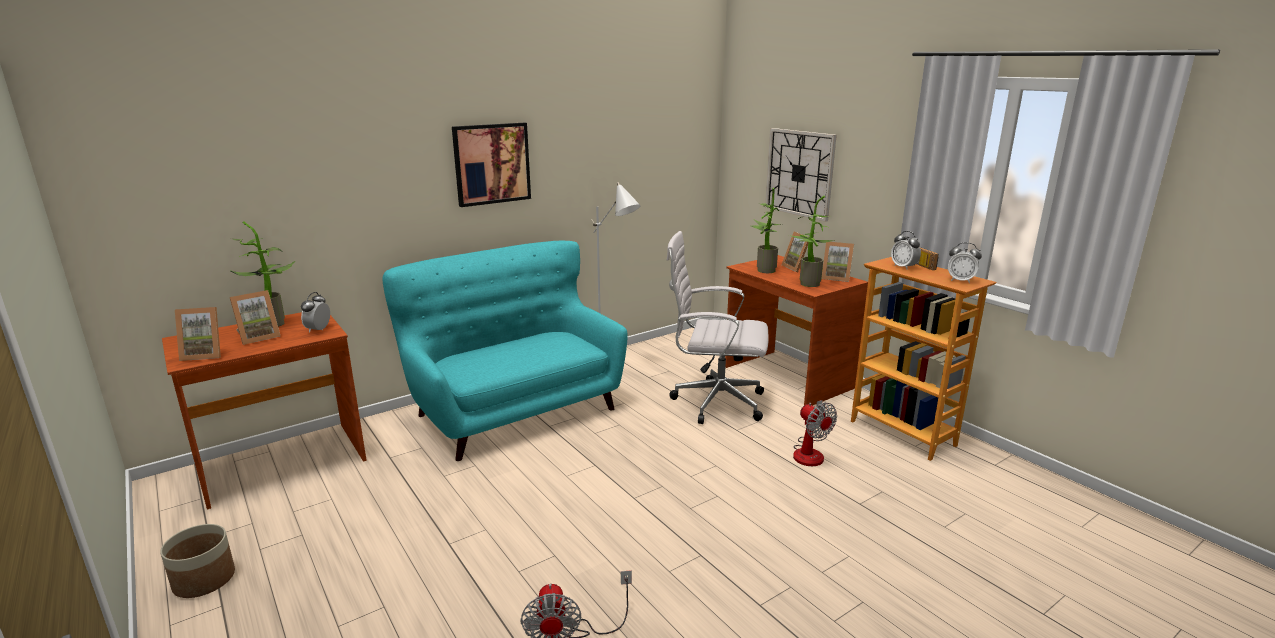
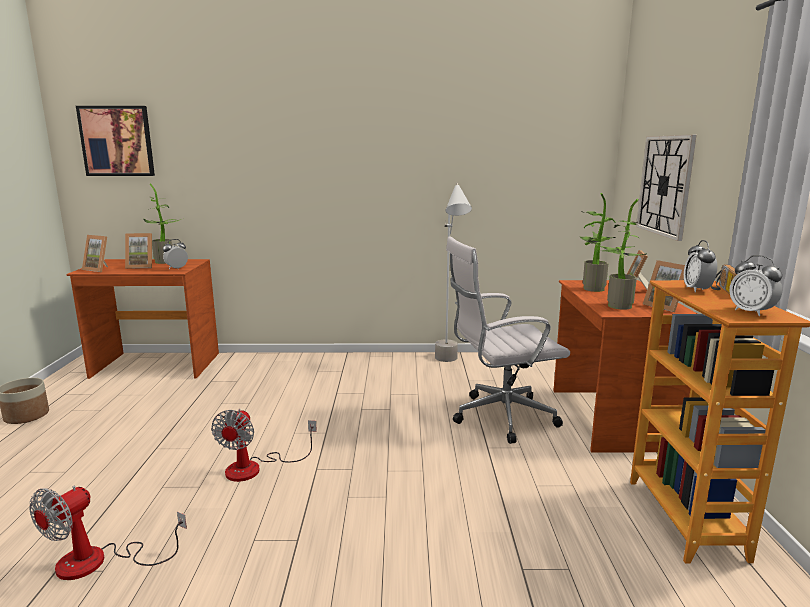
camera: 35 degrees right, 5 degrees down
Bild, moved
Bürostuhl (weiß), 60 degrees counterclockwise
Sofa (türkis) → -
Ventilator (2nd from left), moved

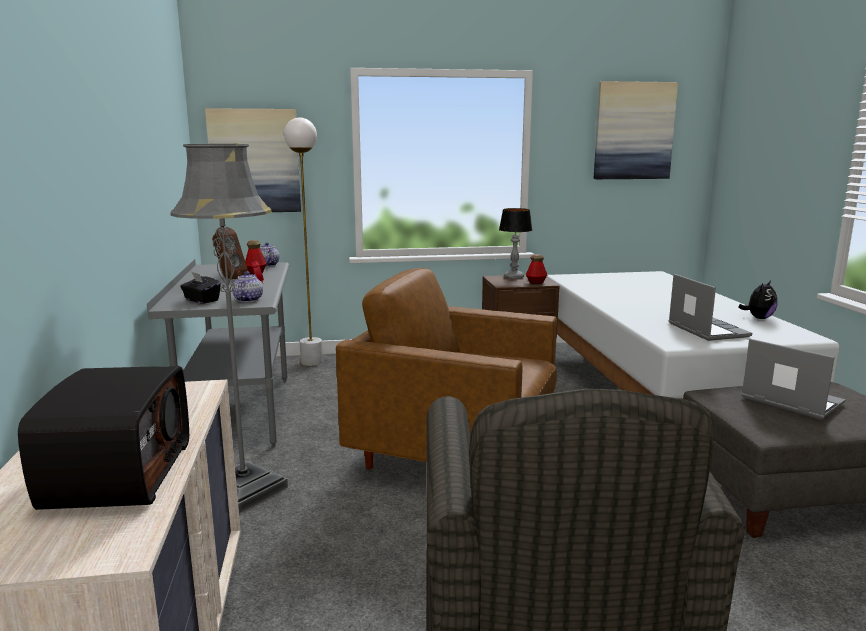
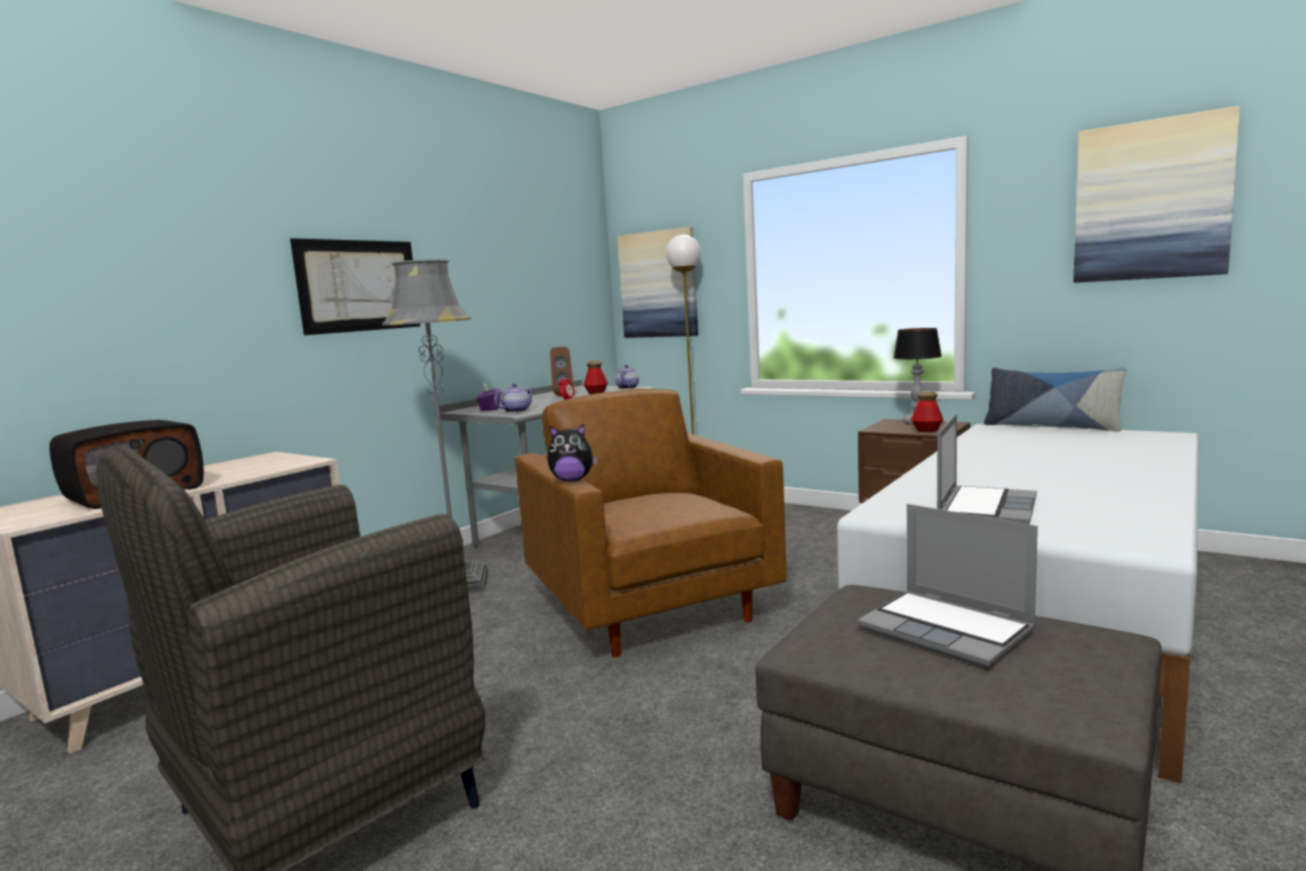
camera: 45 degrees right, 5 degrees down
Taschentuchbox (schwarz) → Taschentuchbox (lila)
Plüschtier, moved
Laptop (2nd from left in the first image) → Laptop (1st from left), 135 degrees clockwise
- → Bild (1st from left)
- → Kissen

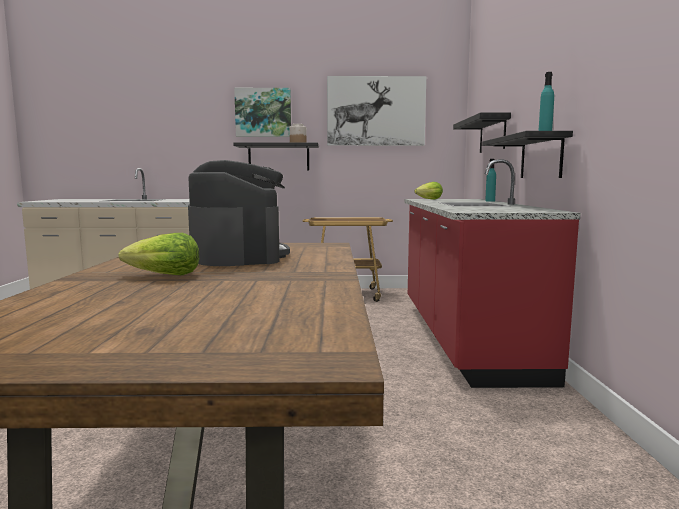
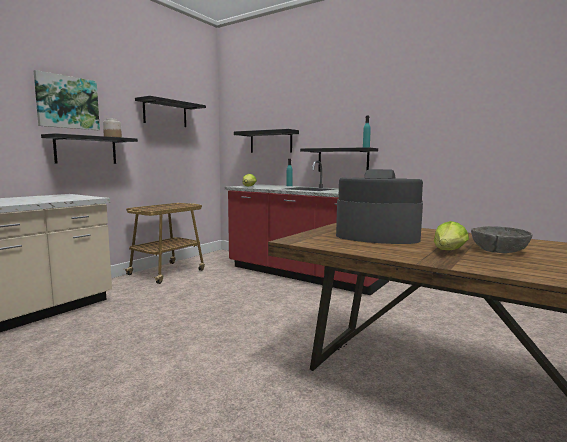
camera: 55 degrees left, 0 degrees up
Bild (2nd from left) → Wandregal (schwarz) (2nd from left)
- → Schüssel (grau)

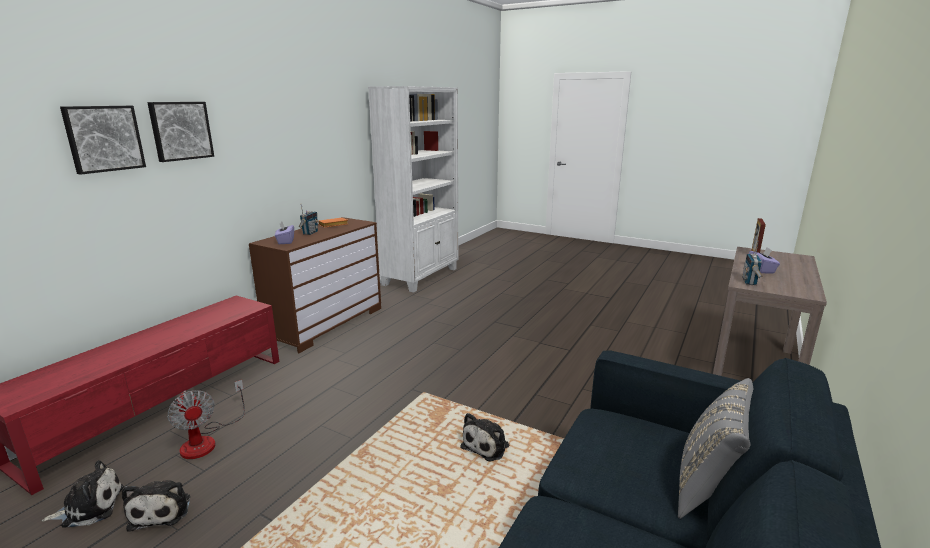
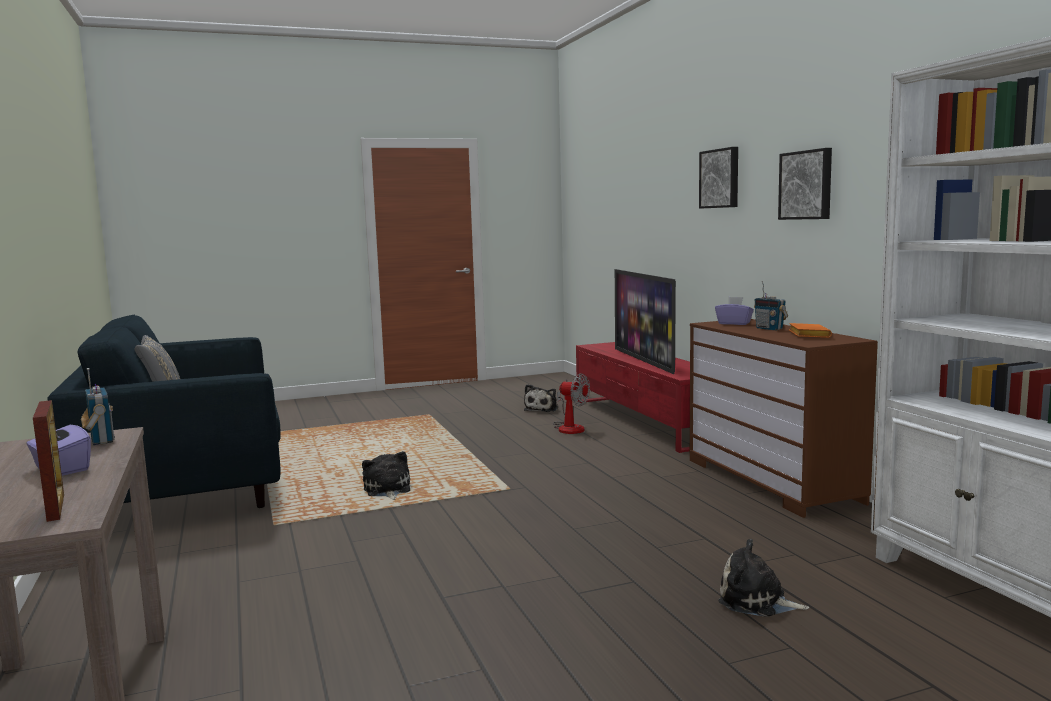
camera: 130 degrees right, 10 degrees down
Bild (1st from left in the first image) → Bild (2nd from left), moved
Ventilator, 150 degrees counterclockwise
Plüschtier (2nd from left in the first image) → Plüschtier (3rd from left), moved
- → Fernseher

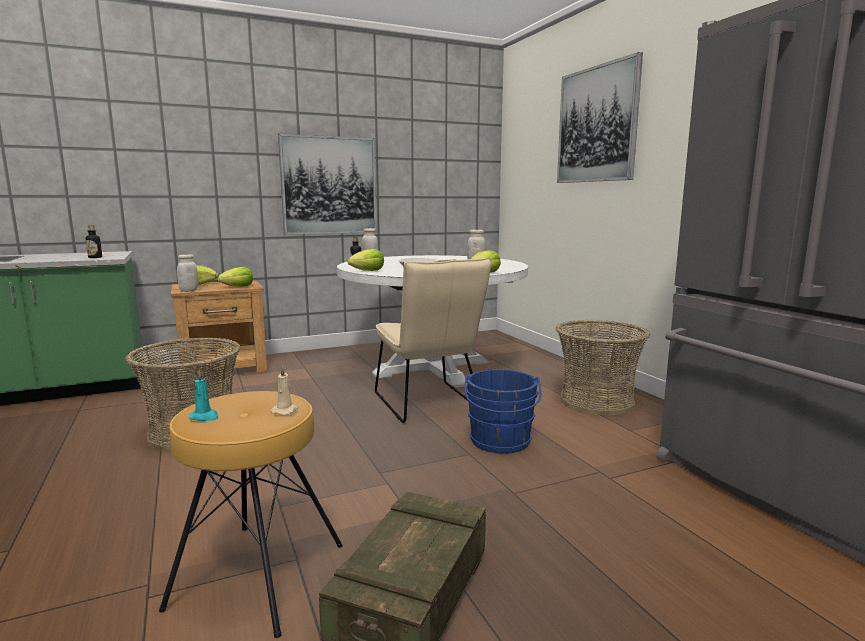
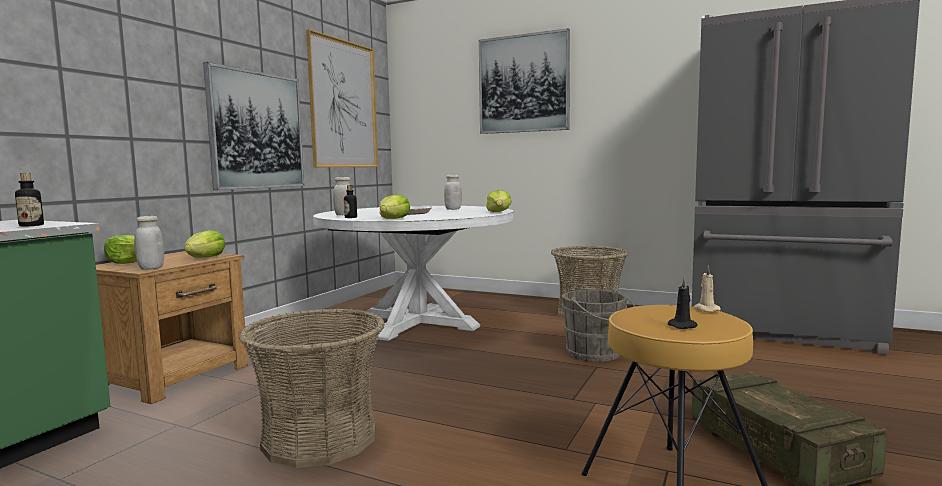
camera: 40 degrees left, 5 degrees down
Stuhl (beige) → -
Eimer (blau) → Eimer (grau)
Kerze (türkis) → Kerze (schwarz)
- → Bild (2nd from left)

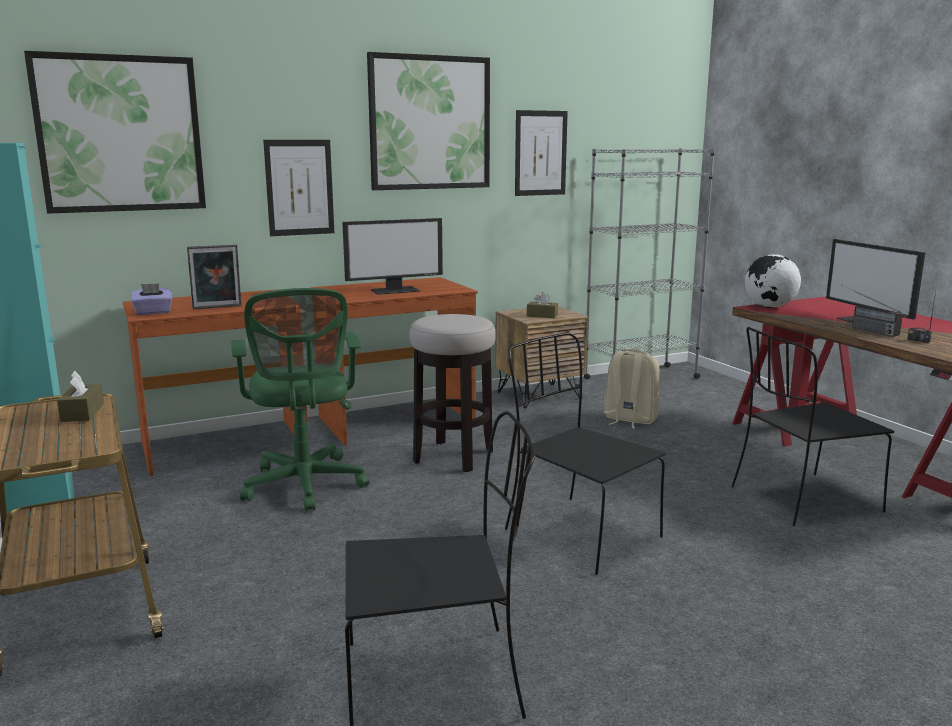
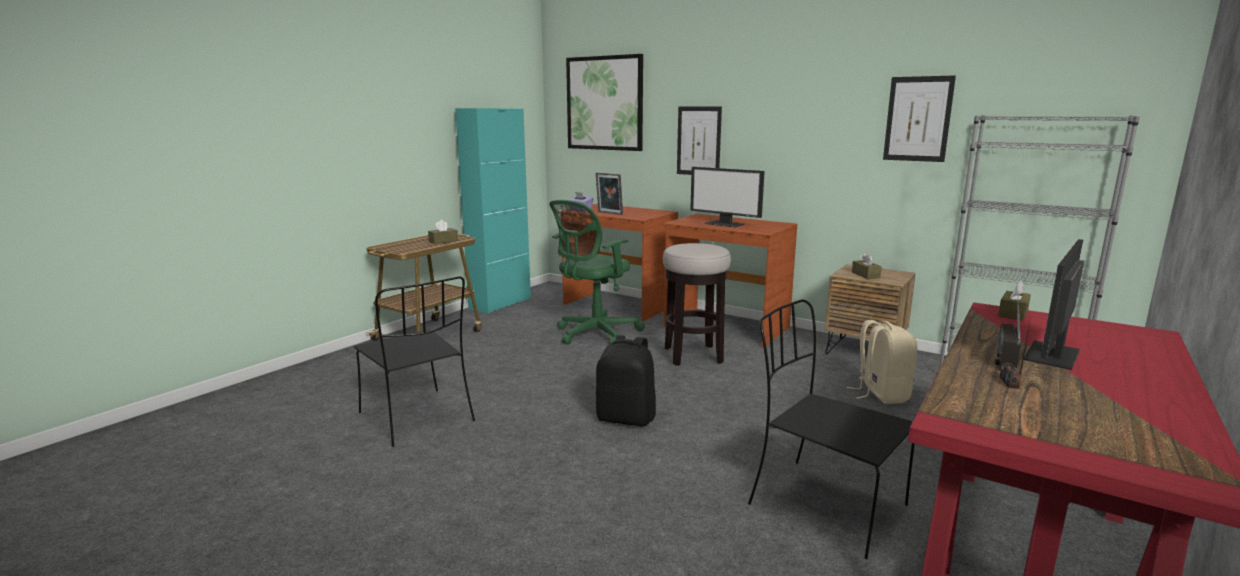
camera: 60 degrees right, 0 degrees up
Bild (3rd from left) → -
Globus → Taschentuchbox (braun) (3rd from left)
Stuhl (schwarz) (2nd from left) → Rucksack (schwarz)

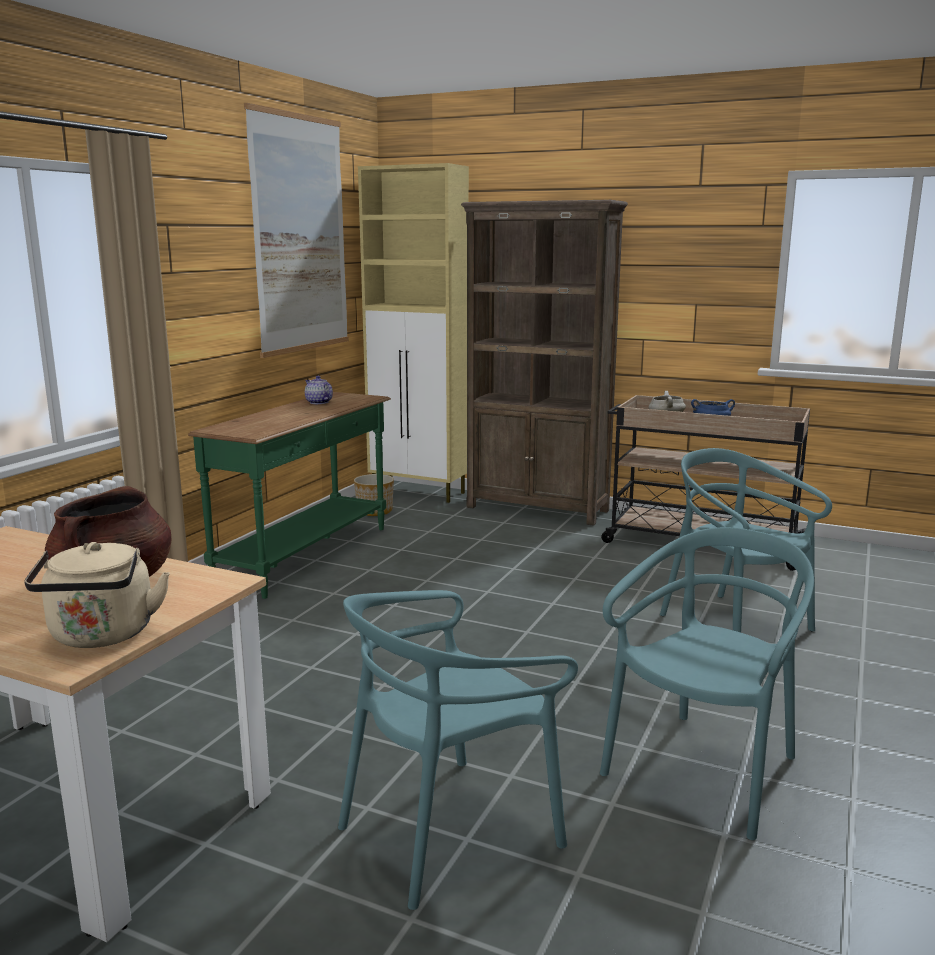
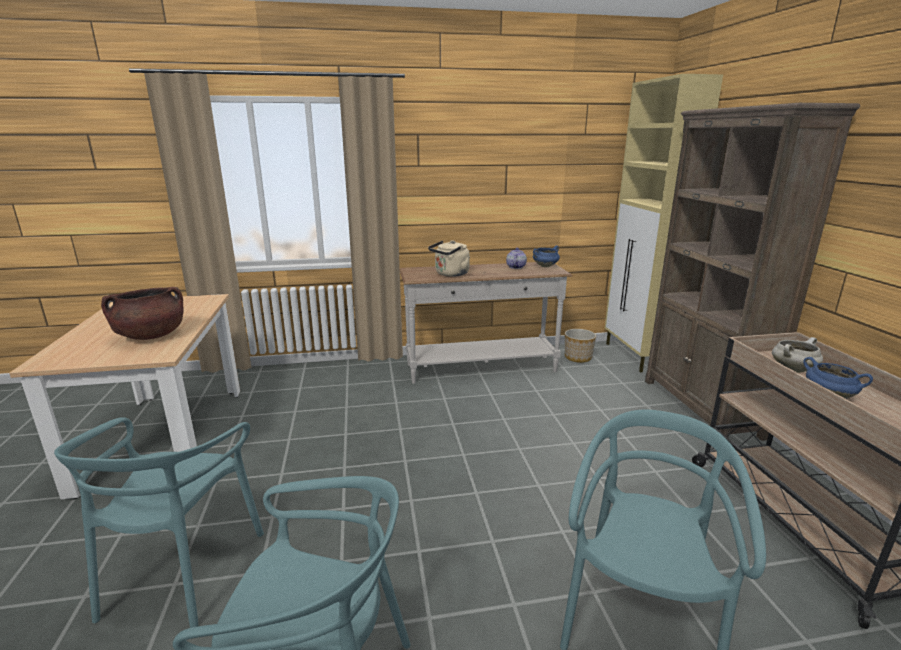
camera: 55 degrees right, 5 degrees up
Bild → -
Konsolentisch (grün) → Konsolentisch (weiß)
Wasserkessel (beige), moved
Stuhl (türkis) (1st from left), 105 degrees counterclockwise
- → Kochtopf (blau) (1st from left)

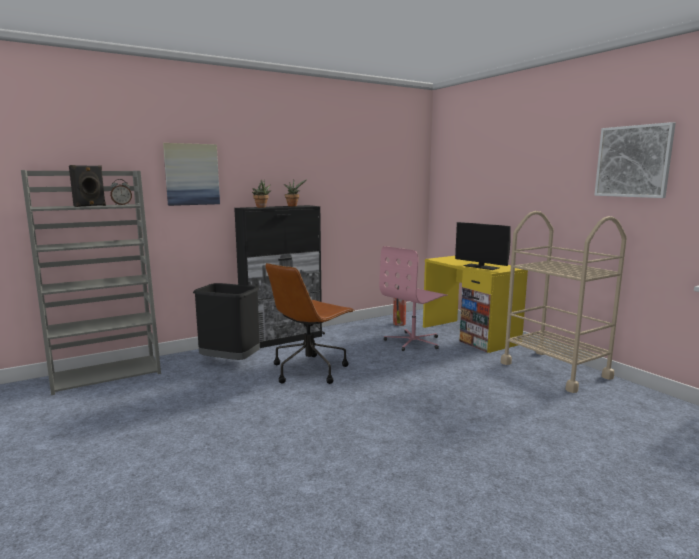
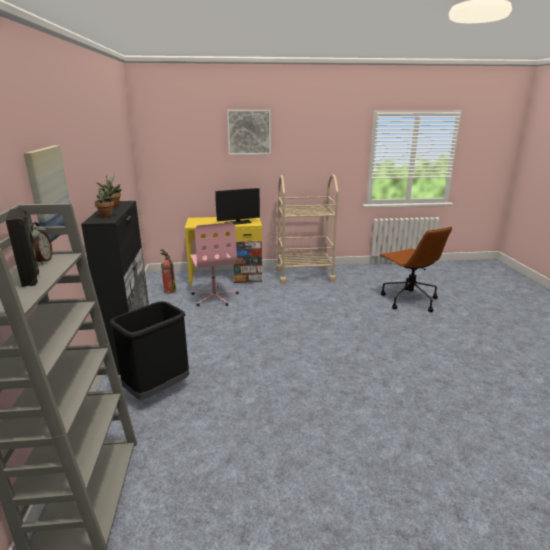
camera: 65 degrees left, 10 degrees up
Bild (2nd from left), moved
Bürostuhl (braun), moved

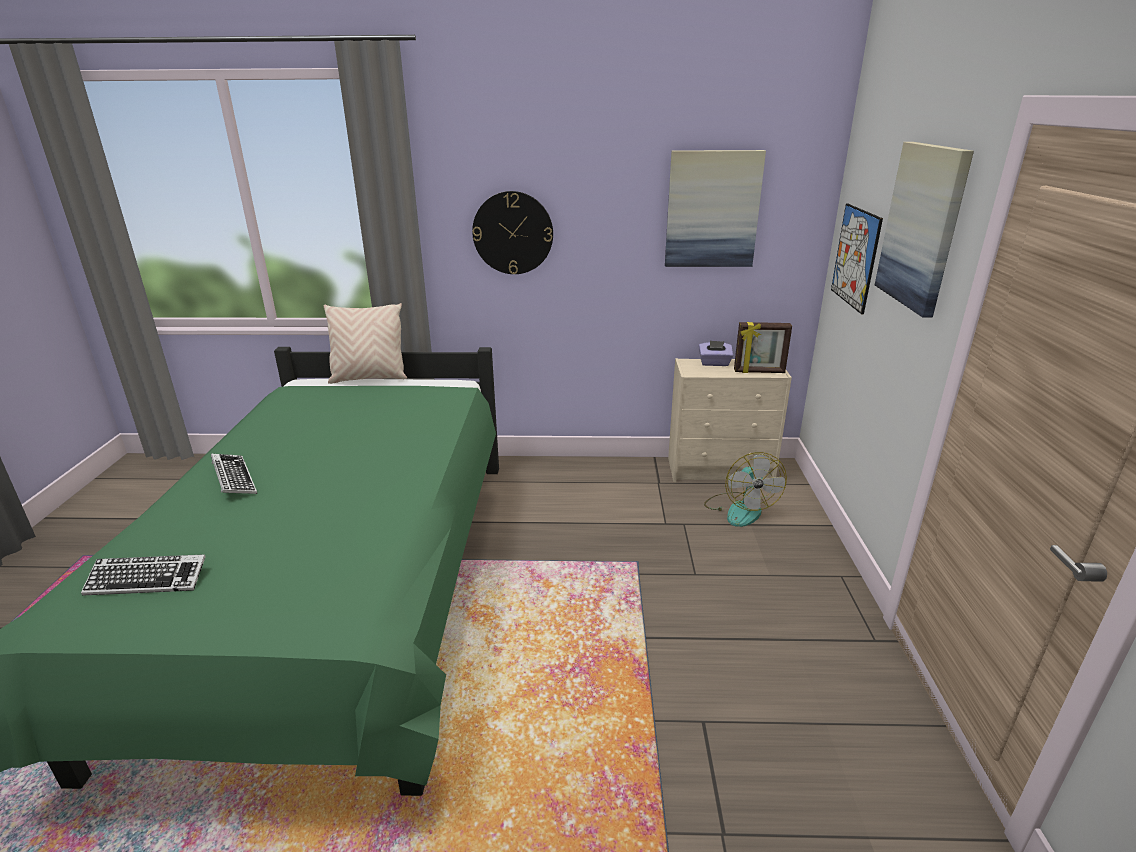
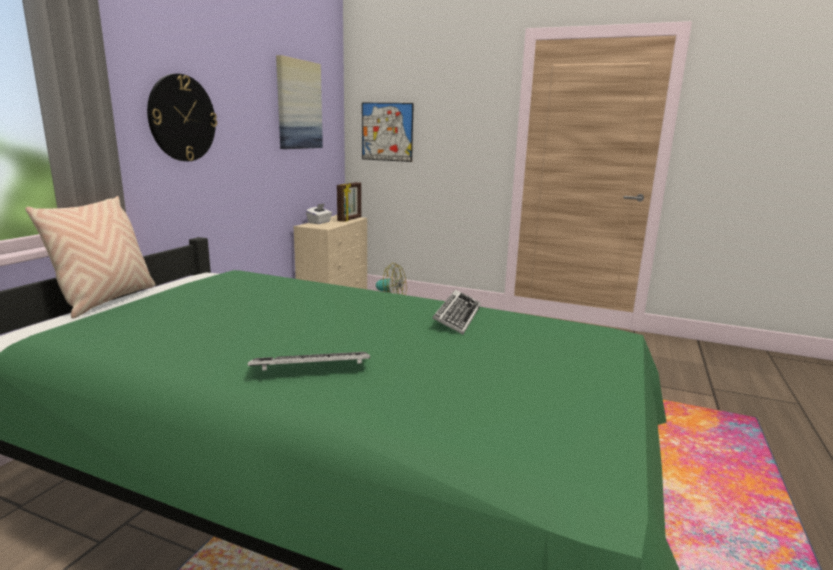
camera: 70 degrees left, 10 degrees down
Bild (3rd from left) → -
Taschentuchbox (lila) → Taschentuchbox (weiß)
Tastatur (1st from left in the first image) → Tastatur (2nd from left), moved

